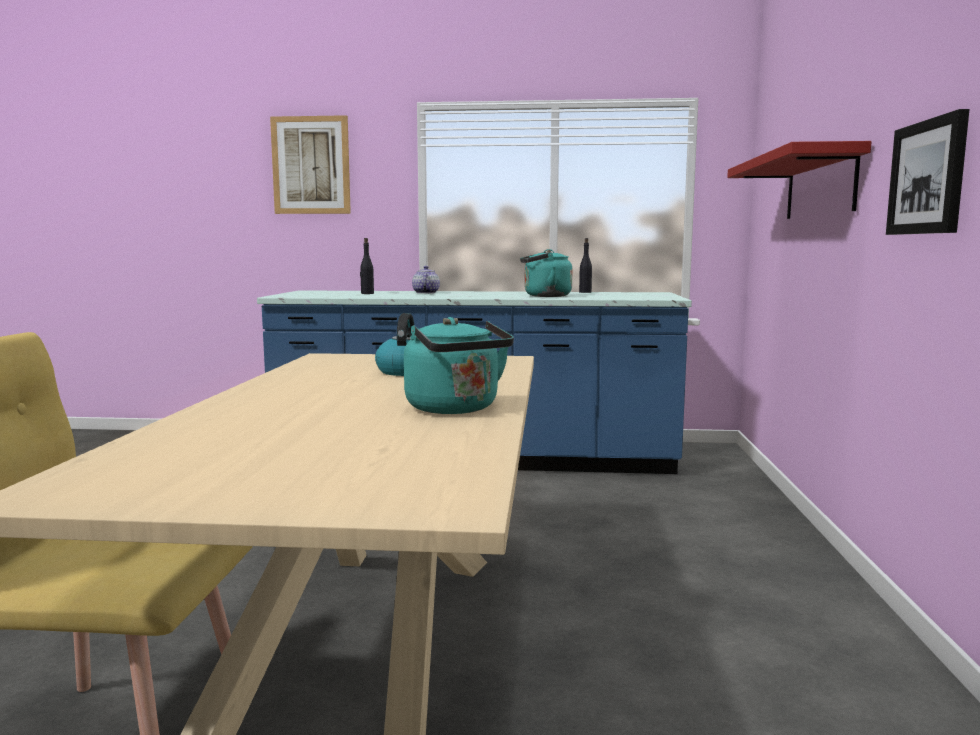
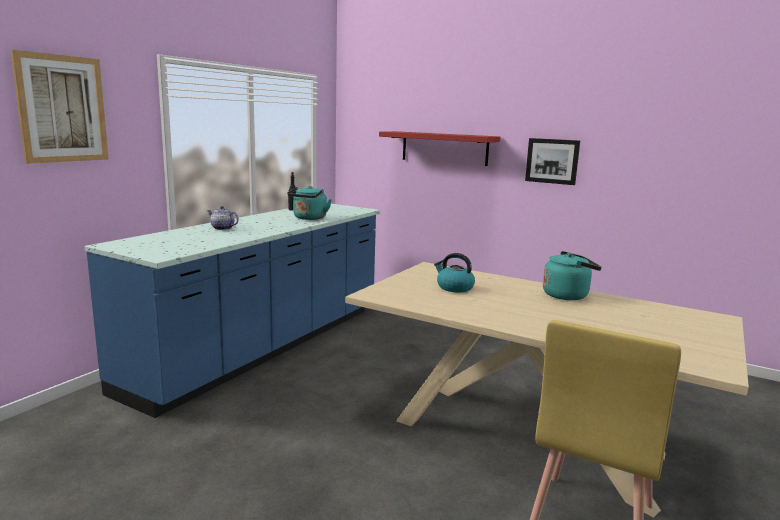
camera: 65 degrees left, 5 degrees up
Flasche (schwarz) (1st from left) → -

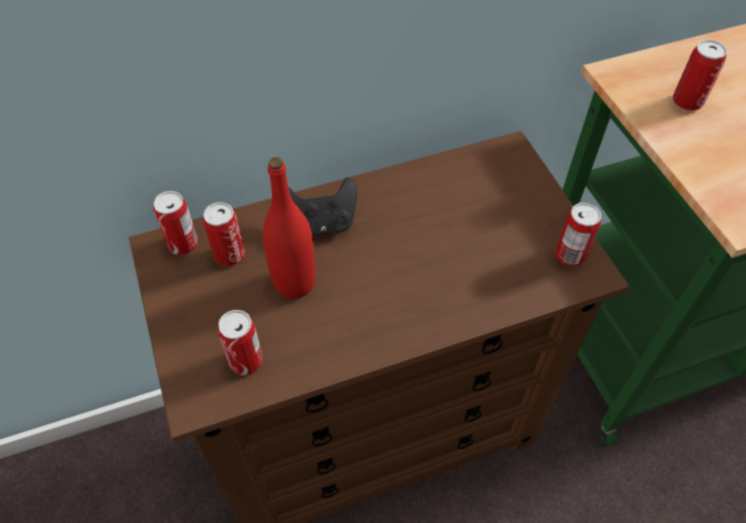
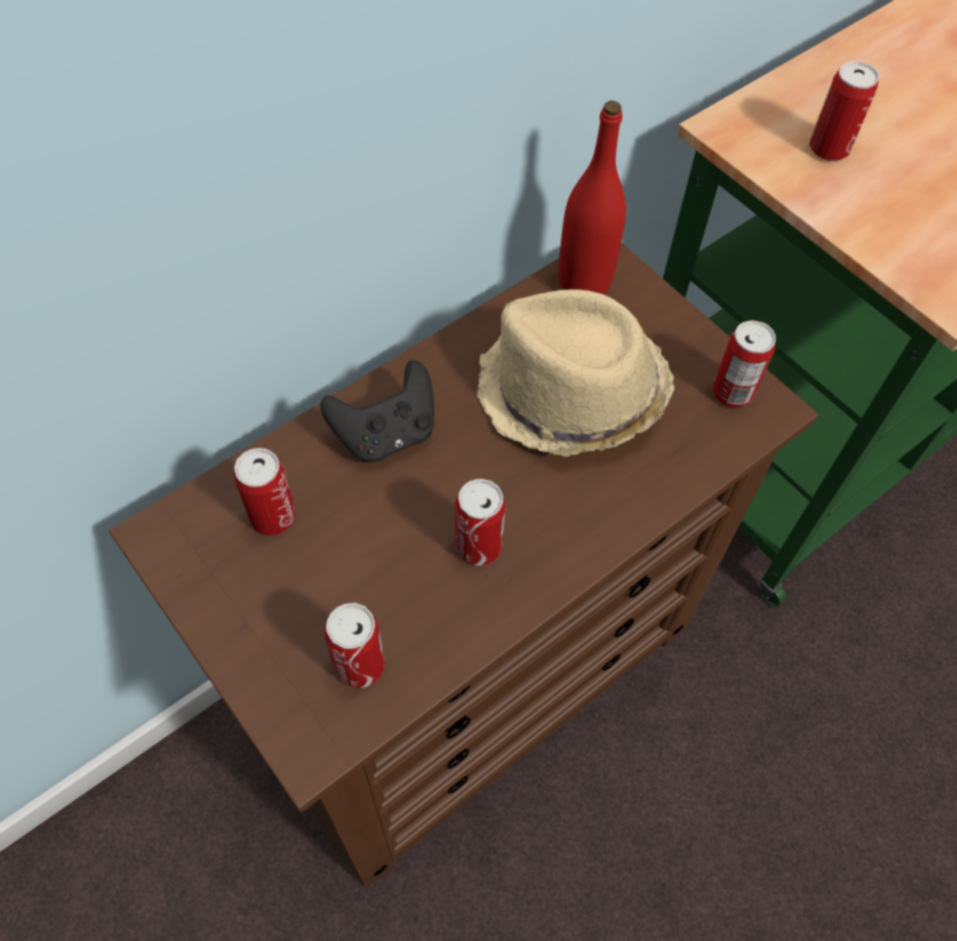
camera: 20 degrees left, 5 degrees up
Flasche (rot), moved
Dose (1st from left in the first image) → Dose (3rd from left), moved
- → Hut (beige)

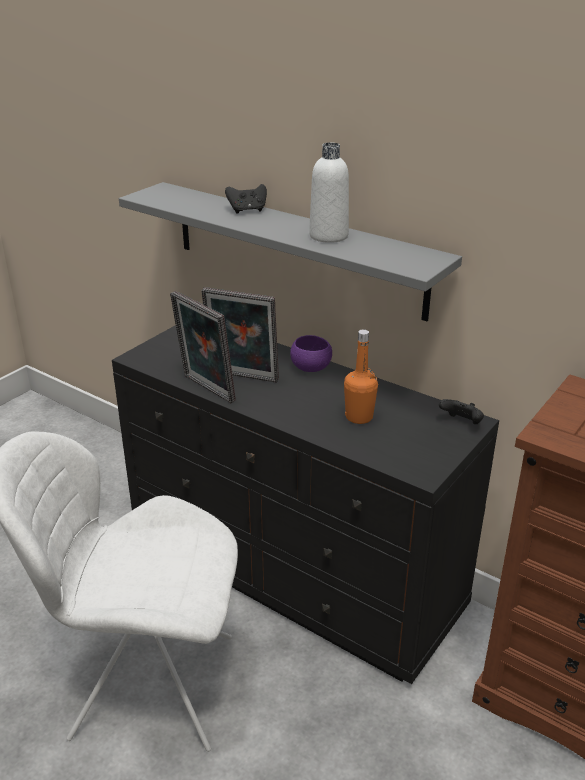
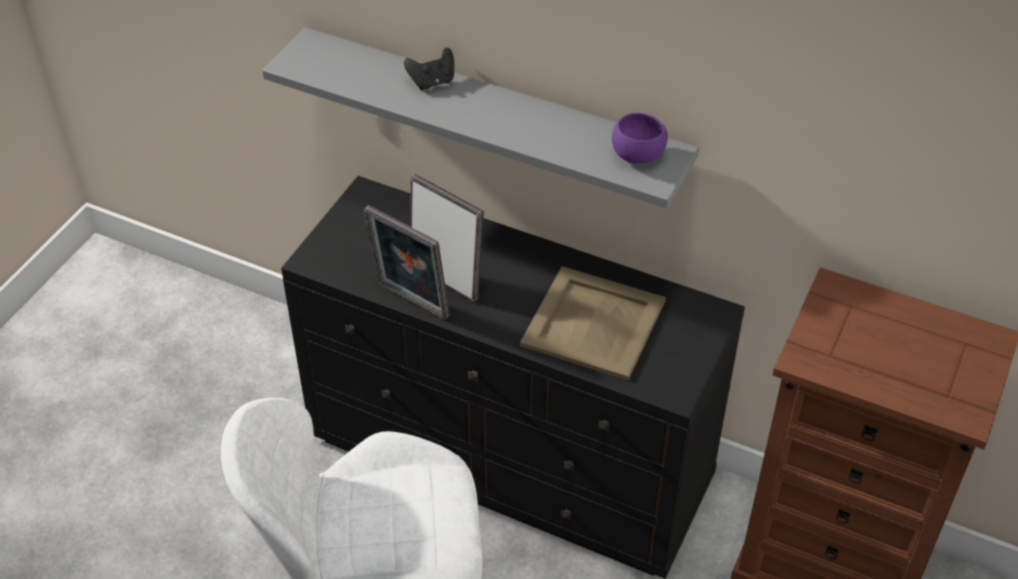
camera: 10 degrees left, 15 degrees up
Flasche (weiß) → -
Bilderrahmen (2nd from left), 150 degrees counterclockwise
Flasche (orange) → Tablett (beige)
Schüssel (lila), moved
Gamepad (schwarz) (2nd from left) → -

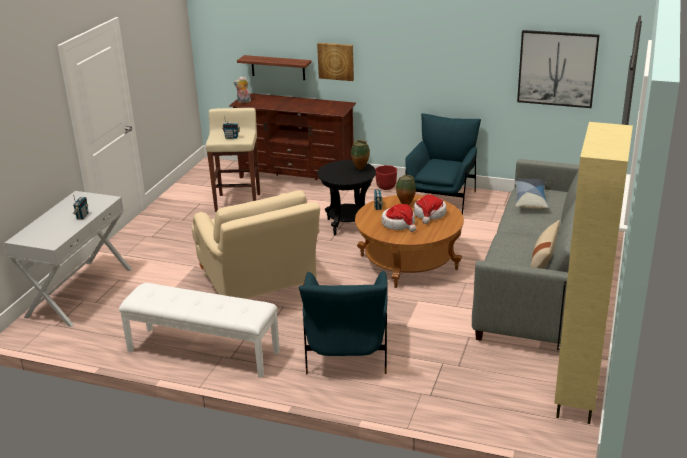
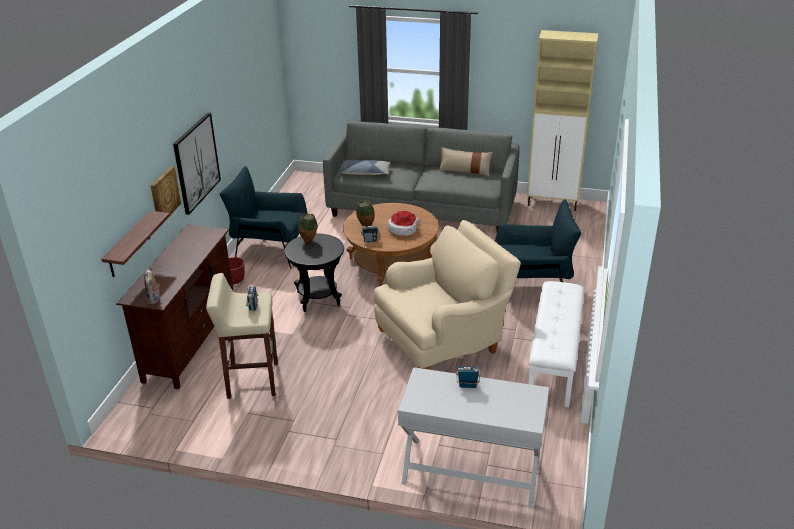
camera: 95 degrees left, 5 degrees up
Bild (2nd from left), moved
Hut (2nd from left) → -

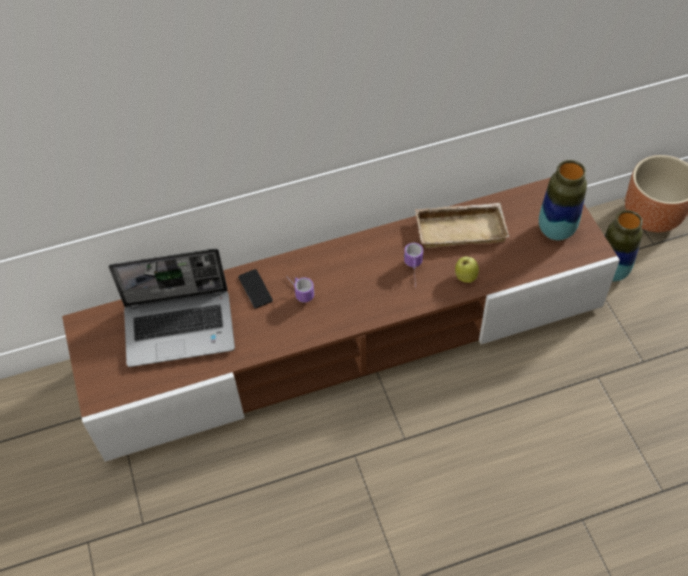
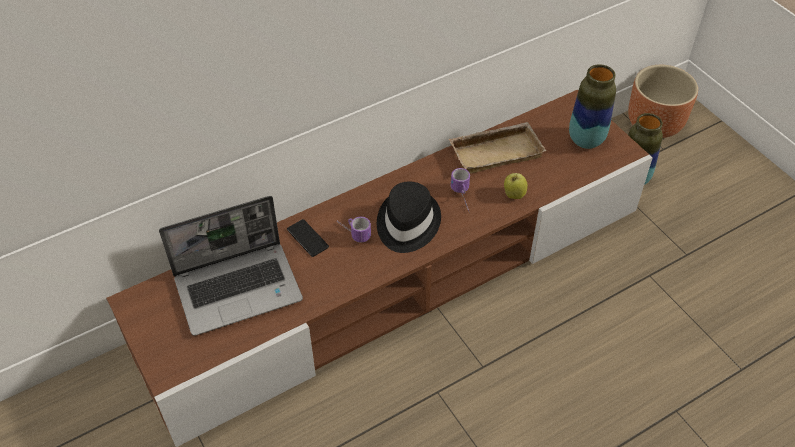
camera: 15 degrees left, 5 degrees down
- → Hut (schwarz)

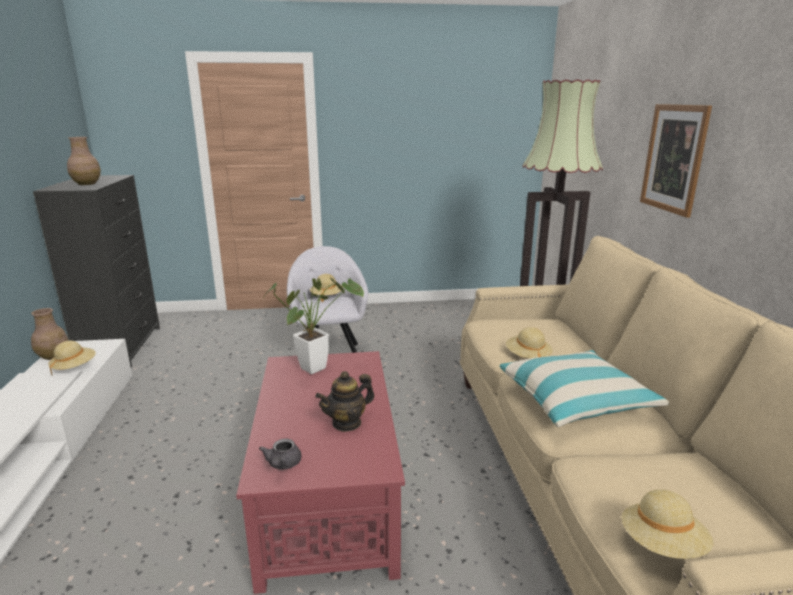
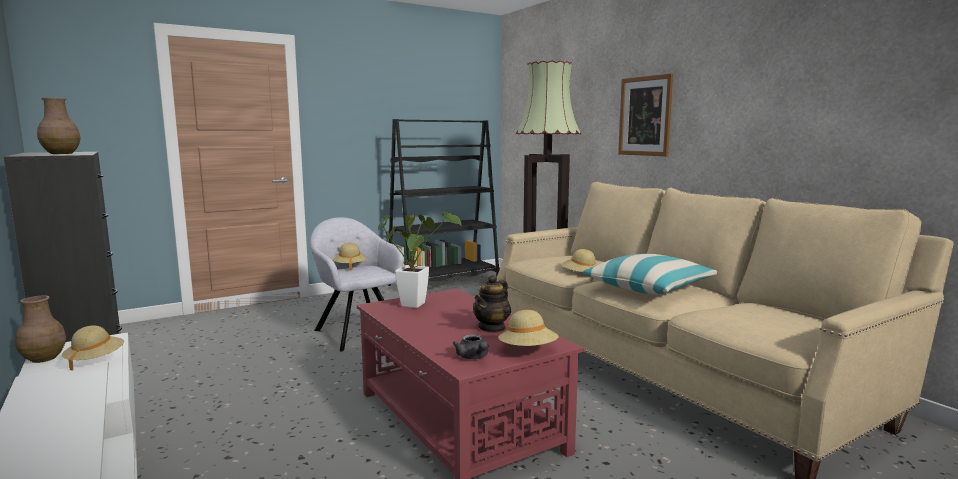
camera: 25 degrees left, 10 degrees down
Hut (beige) (4th from left in the first image) → Hut (beige) (3rd from left), moved
- → Bücherregal (schwarz)

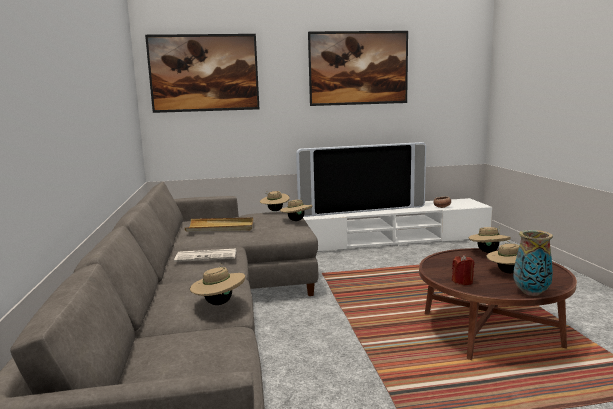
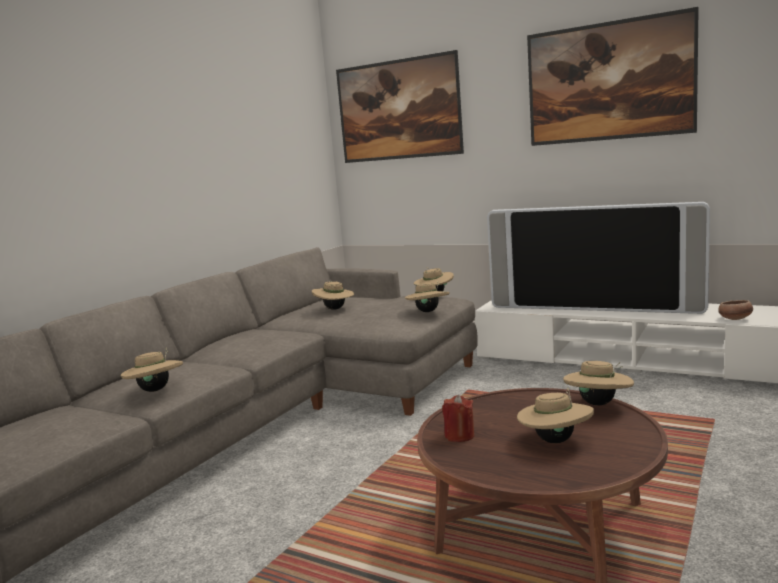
camera: 40 degrees right, 0 degrees up
Tablett (beige) → Hut (beige) (2nd from left)
Vase → -
Zeitung → -

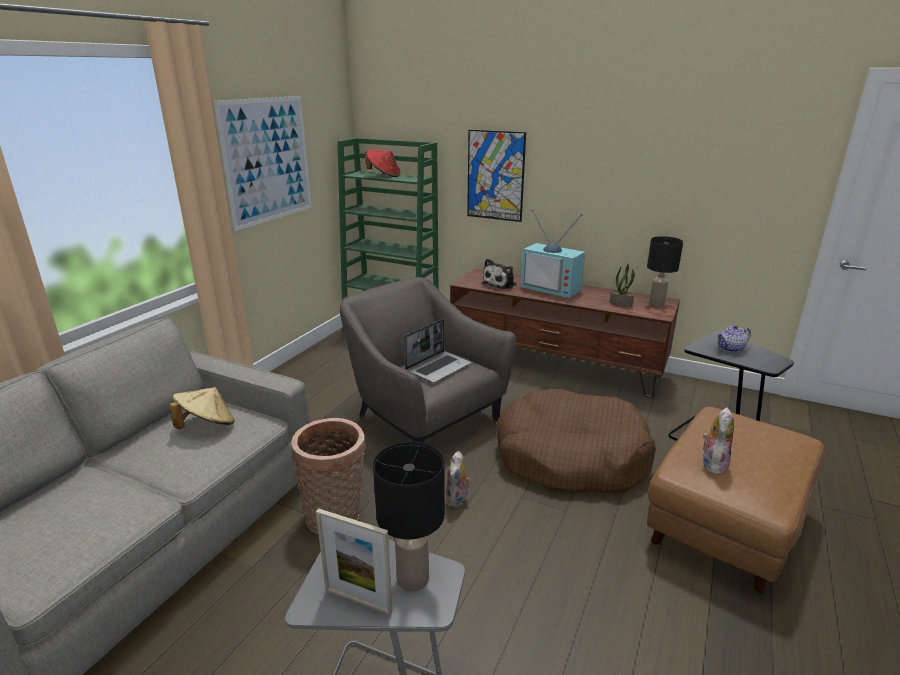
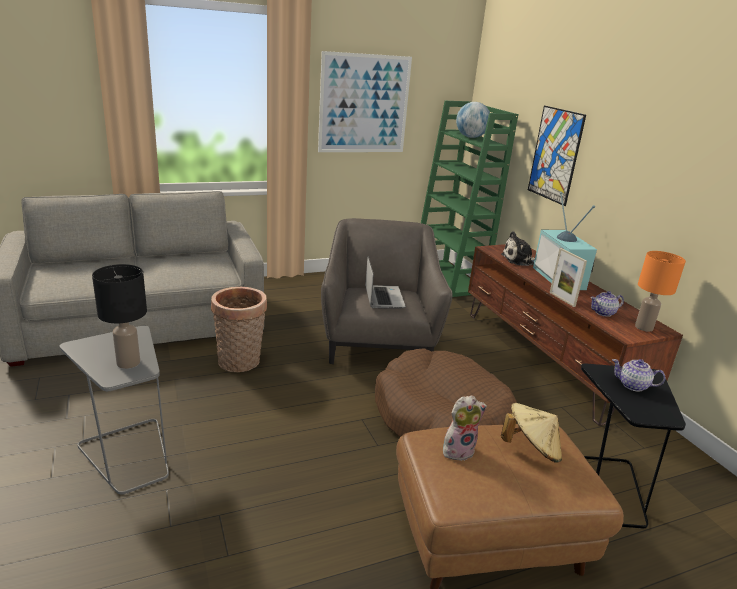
camera: 40 degrees right, 0 degrees up
Hut (rot) → Globus
Tischlampe (schwarz) (2nd from left) → Tischlampe (orange)
Topfpflanze → Teekanne (1st from left)
Laptop, 90 degrees counterclockwise
Hut (beige), moved
Plüschtier (1st from left) → -
Bilderrahmen, moved

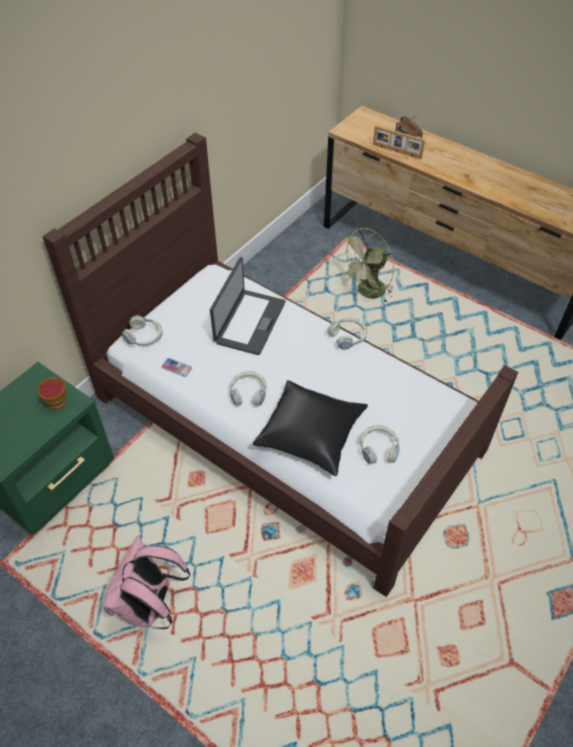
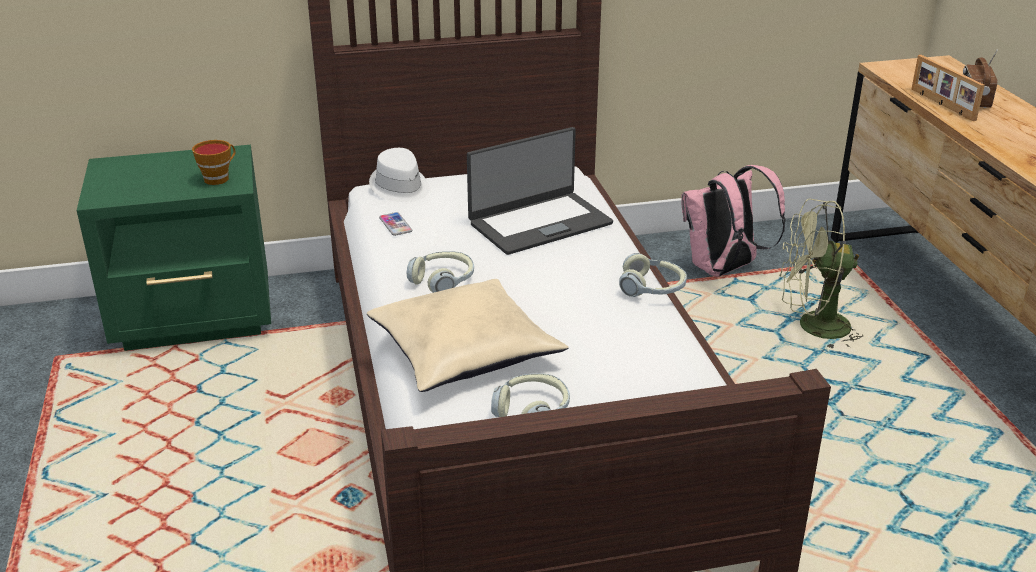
camera: 40 degrees right, 20 degrees down
Kopfhörer (1st from left) → Hut (weiß)
Kissen (schwarz) → Kissen (beige)
Rucksack (rosa), moved

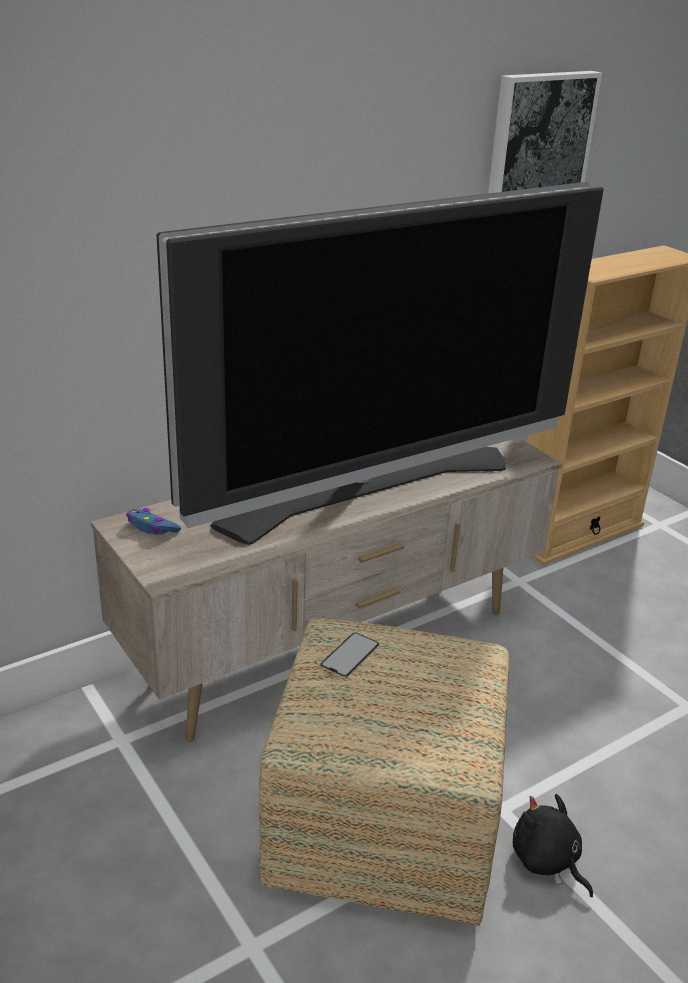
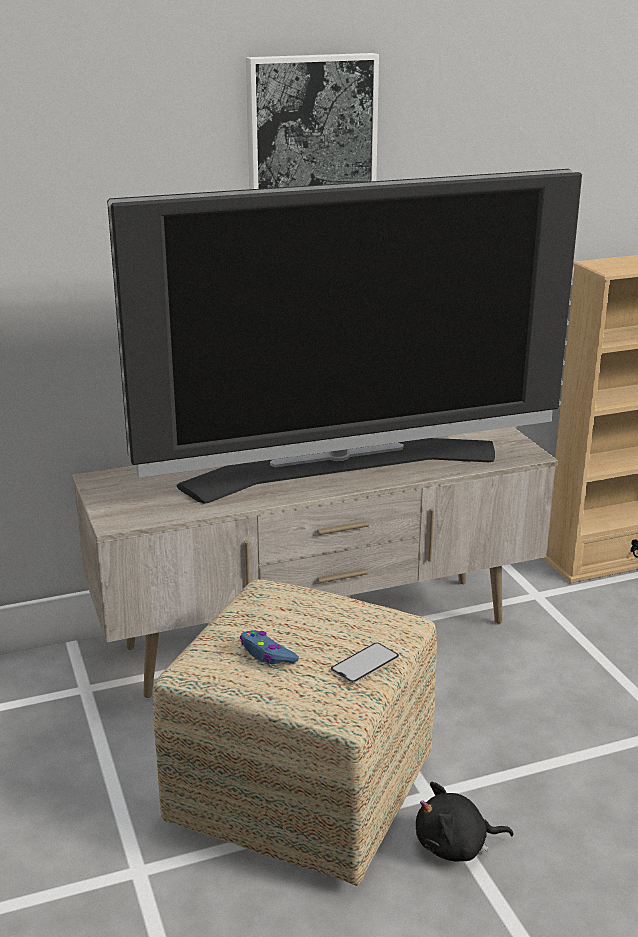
camera: 15 degrees right, 5 degrees down
Bild, moved
Gamepad (blau), moved
Handy, moved
Plüschtier (schwarz), 75 degrees counterclockwise

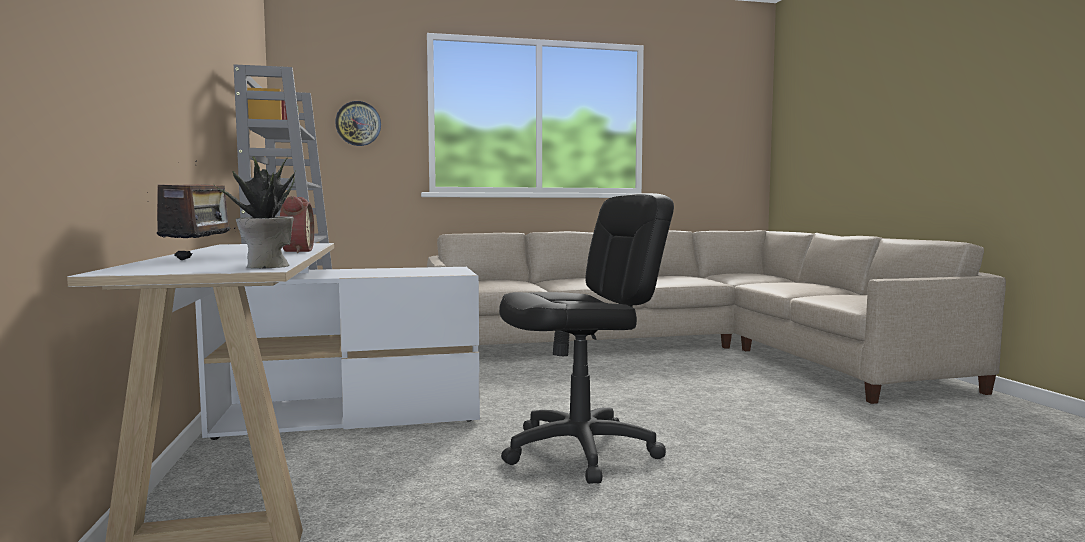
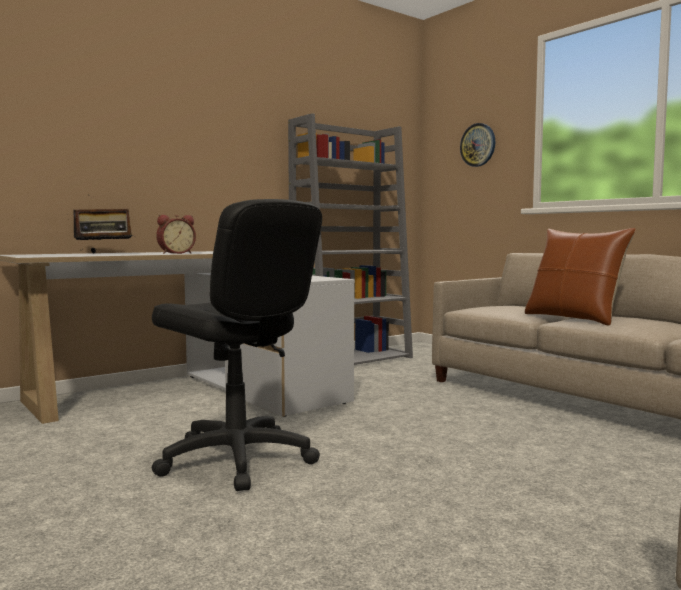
camera: 65 degrees right, 0 degrees up
Topfpflanze → -
- → Kissen (braun)

